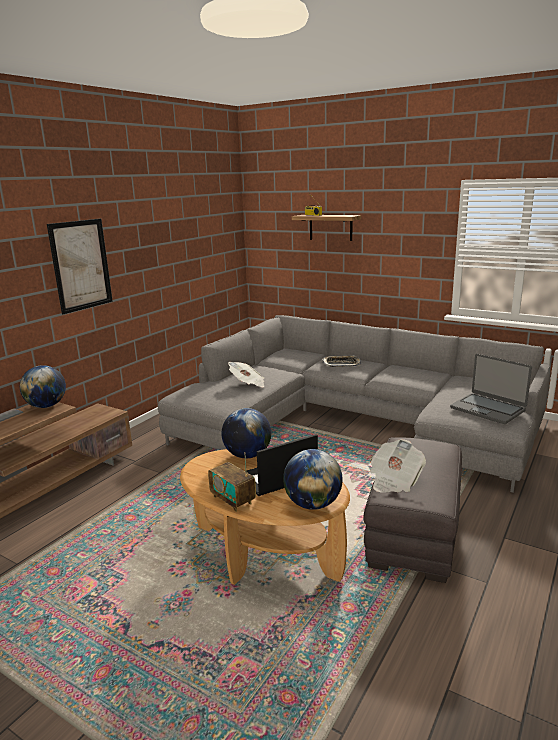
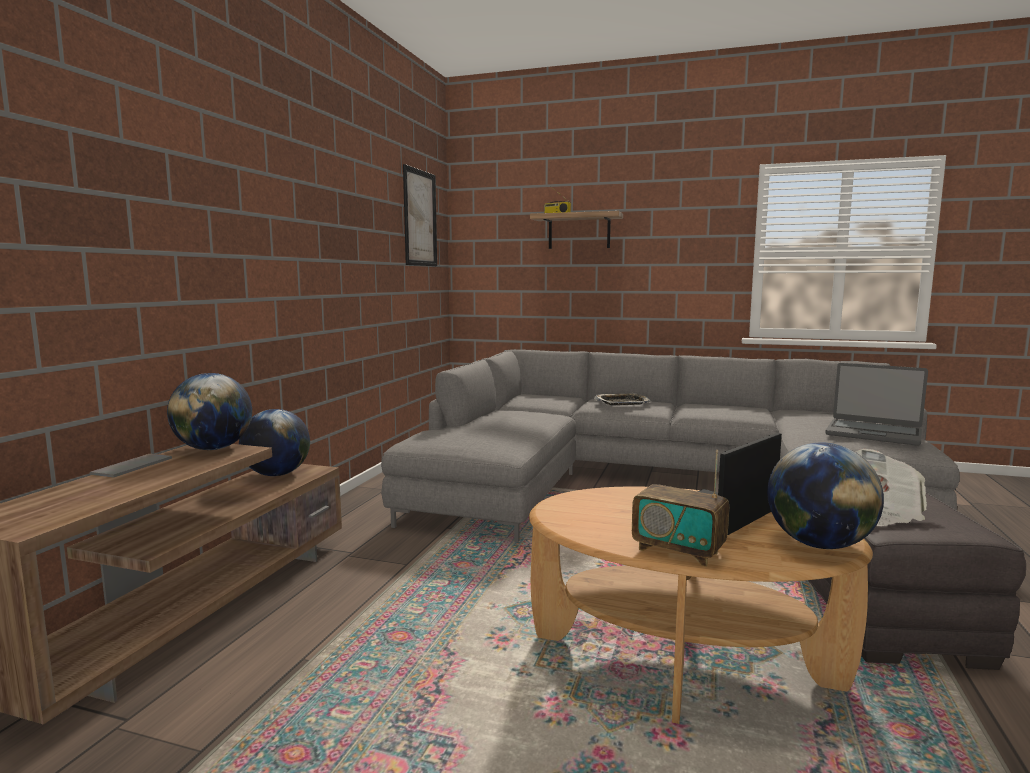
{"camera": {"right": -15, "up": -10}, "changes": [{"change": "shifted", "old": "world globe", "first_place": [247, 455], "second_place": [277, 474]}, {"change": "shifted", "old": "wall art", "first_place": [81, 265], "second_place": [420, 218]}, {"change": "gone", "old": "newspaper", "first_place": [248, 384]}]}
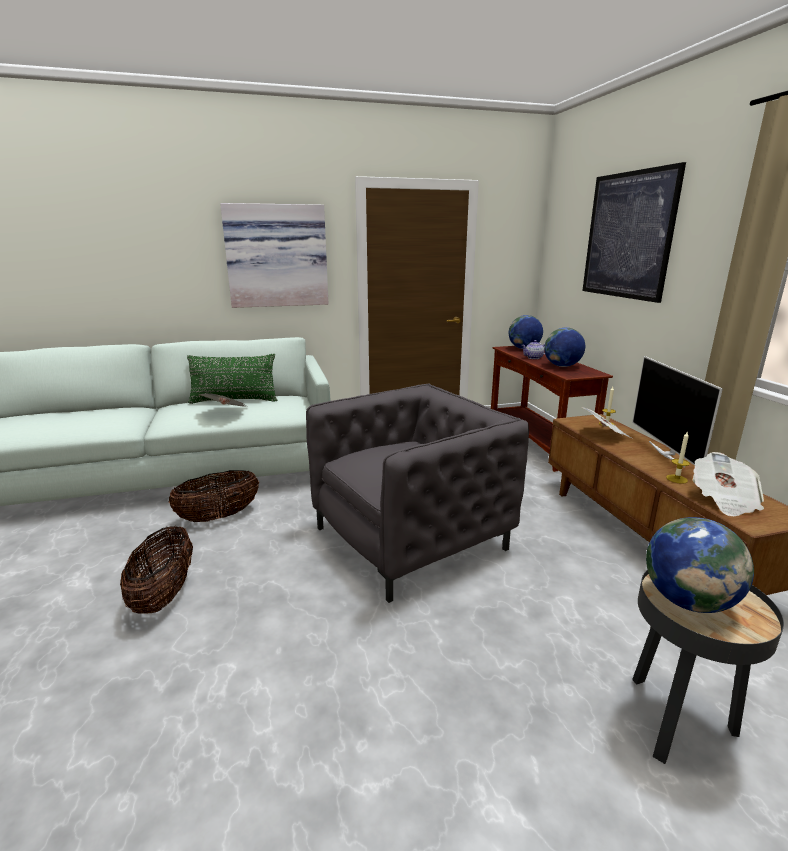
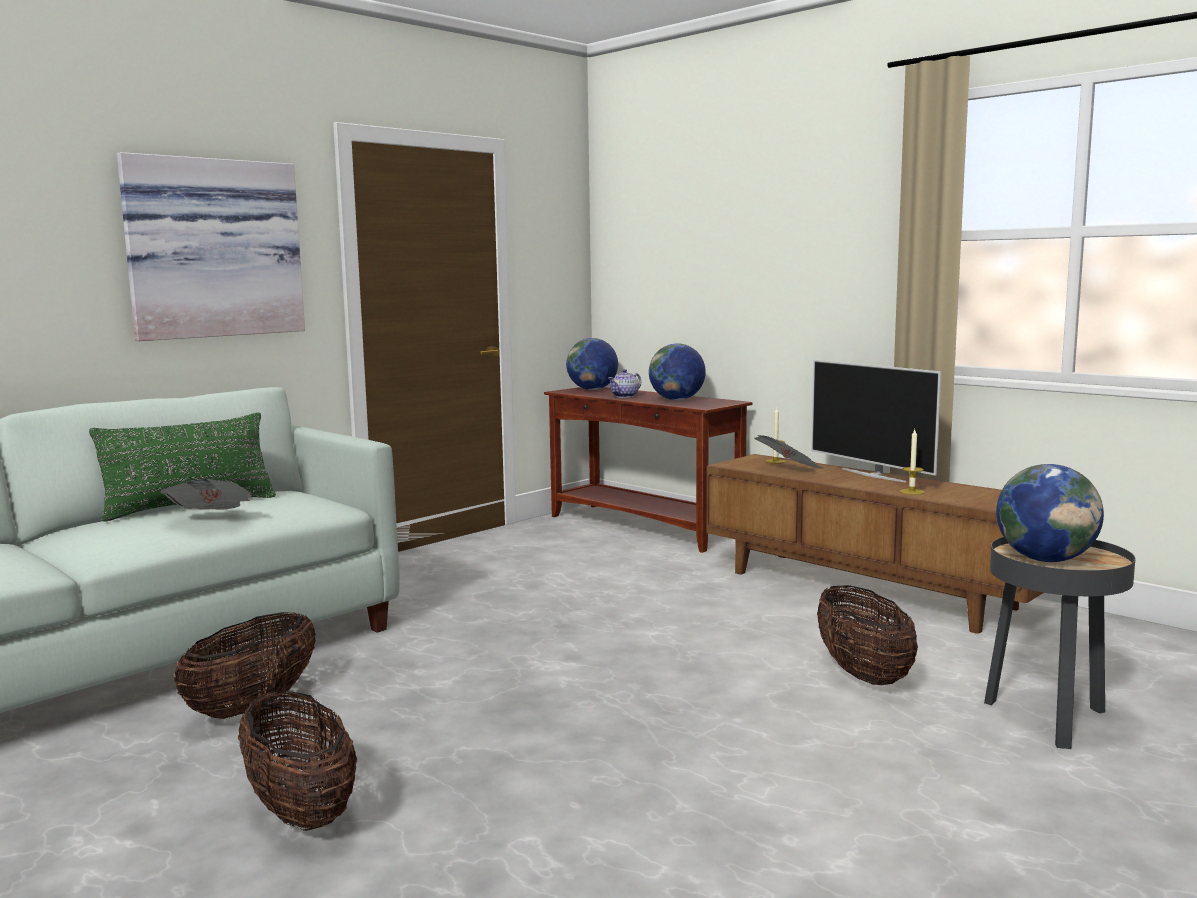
{"camera": {"right": -30, "up": -10}, "changes": [{"change": "new", "new": "basket", "second_place": [863, 674]}, {"change": "gone", "old": "armchair (grey)", "first_place": [411, 538]}, {"change": "gone", "old": "wall art", "first_place": [628, 235]}, {"change": "gone", "old": "newspaper", "first_place": [723, 500]}]}
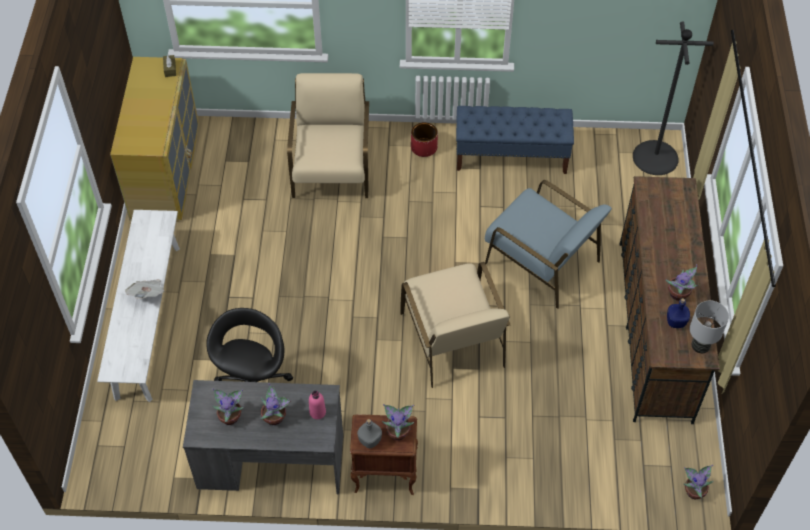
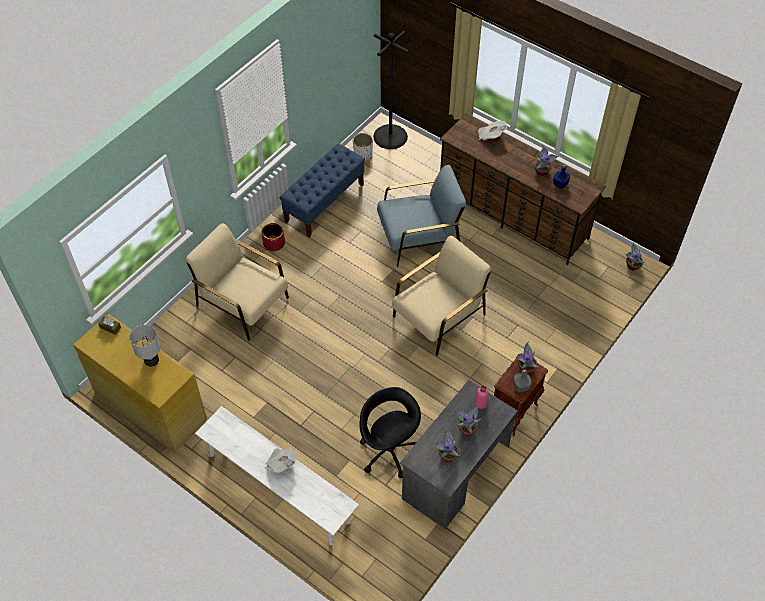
{"camera": {"right": -55, "up": 0}, "changes": [{"change": "shifted", "old": "lamp for a table (grey)", "first_place": [700, 345], "second_place": [151, 360]}, {"change": "new", "new": "flower pot (white-coloured)", "second_place": [362, 154]}, {"change": "rotated", "old": "armchair (sand-coloured)", "first_place": [451, 338], "second_place": [439, 318], "degrees": -60}, {"change": "new", "new": "newspaper", "second_place": [490, 135]}]}
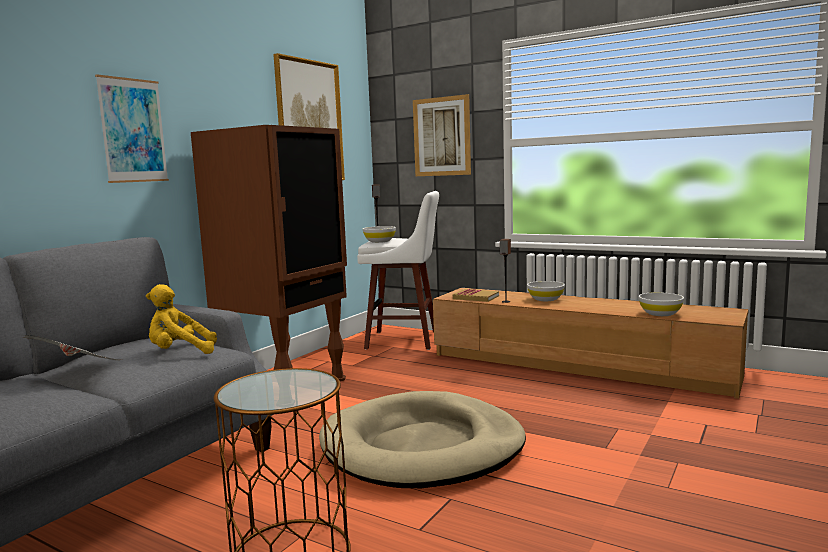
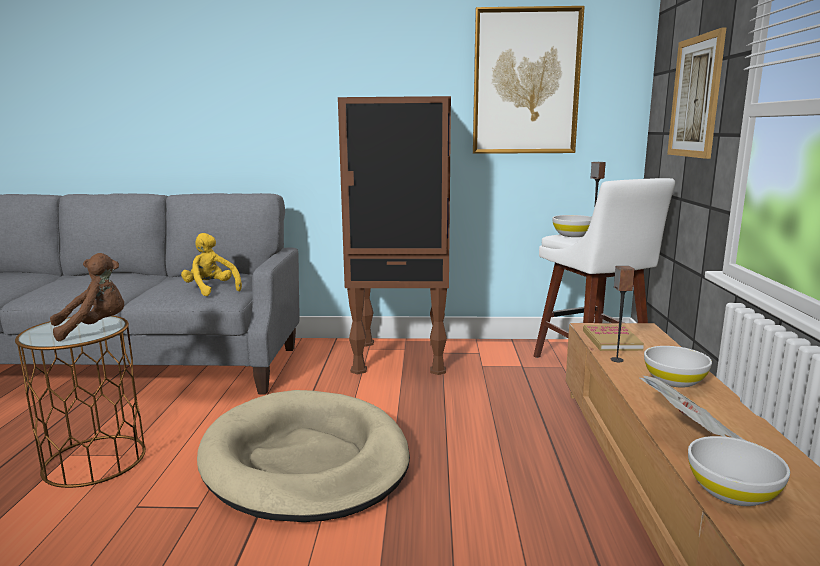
{"camera": {"right": 60, "up": 5}, "changes": [{"change": "new", "new": "cuddly toy (brown)", "second_place": [94, 328]}, {"change": "shifted", "old": "newspaper", "first_place": [76, 370], "second_place": [689, 433]}, {"change": "gone", "old": "wall art", "first_place": [133, 130]}]}
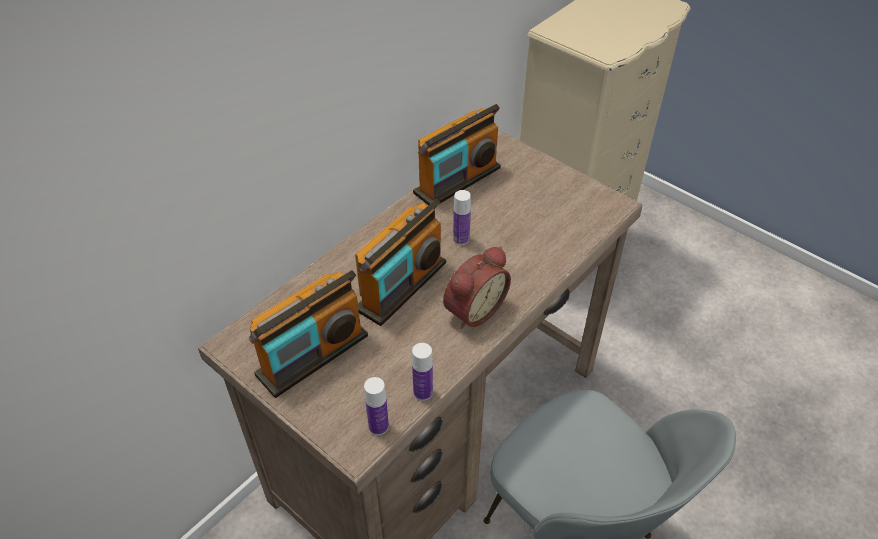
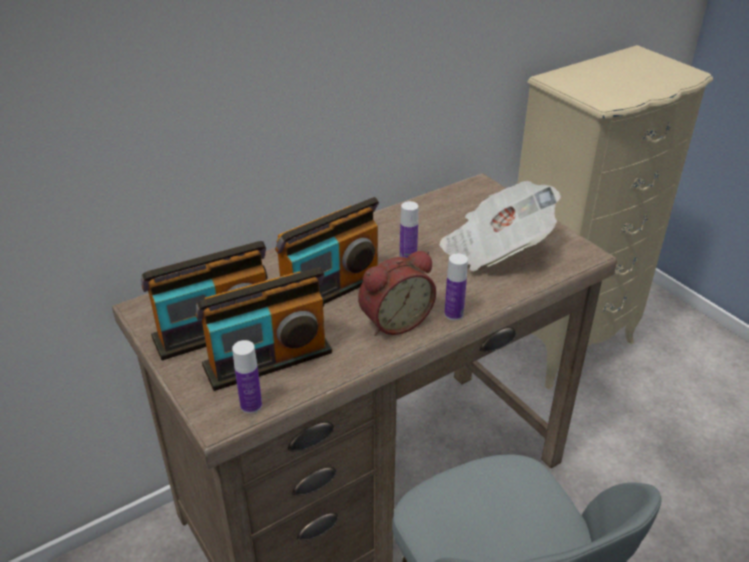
{"camera": {"right": 15, "up": -10}, "changes": [{"change": "shifted", "old": "radio", "first_place": [457, 180], "second_place": [268, 360]}, {"change": "new", "new": "newspaper", "second_place": [495, 249]}, {"change": "shifted", "old": "drink bottle", "first_place": [423, 392], "second_place": [453, 314]}]}
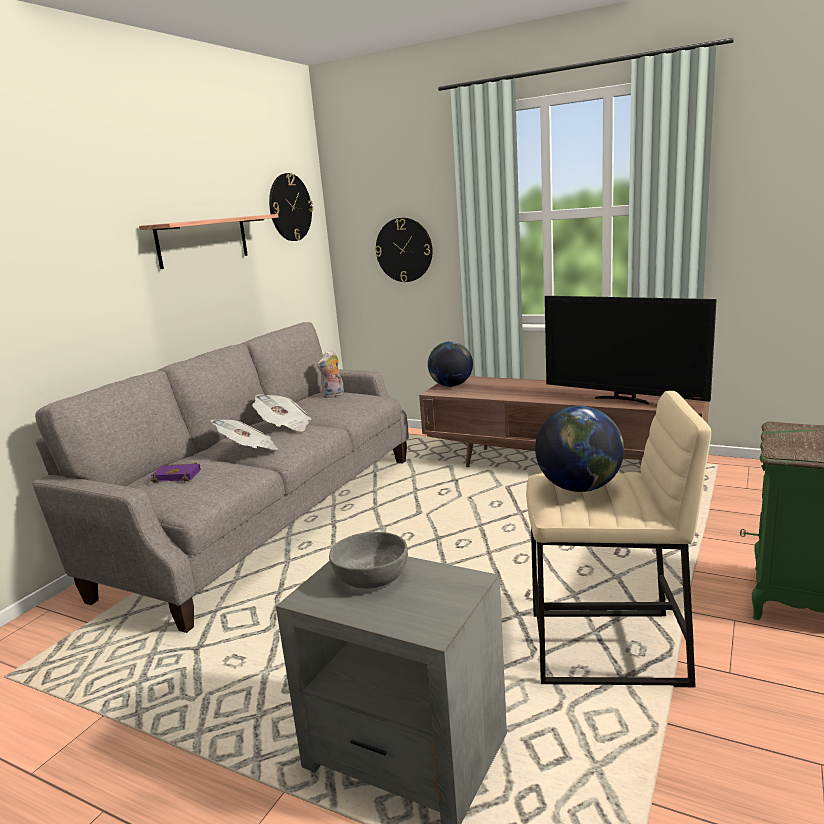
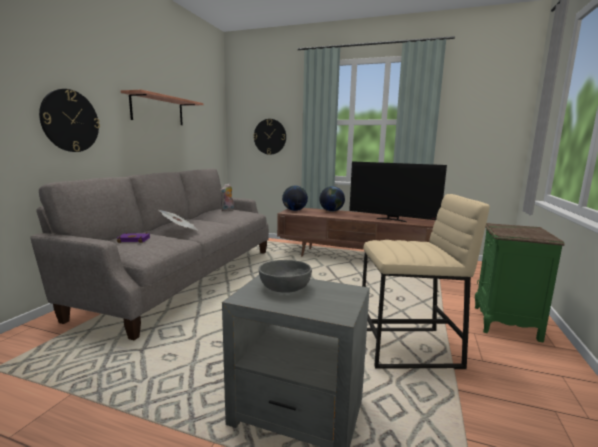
{"camera": {"right": -10, "up": -5}, "changes": [{"change": "shifted", "old": "hanging clock", "first_place": [290, 207], "second_place": [70, 121]}, {"change": "shifted", "old": "world globe", "first_place": [579, 487], "second_place": [331, 211]}, {"change": "gone", "old": "newspaper", "first_place": [284, 426]}]}
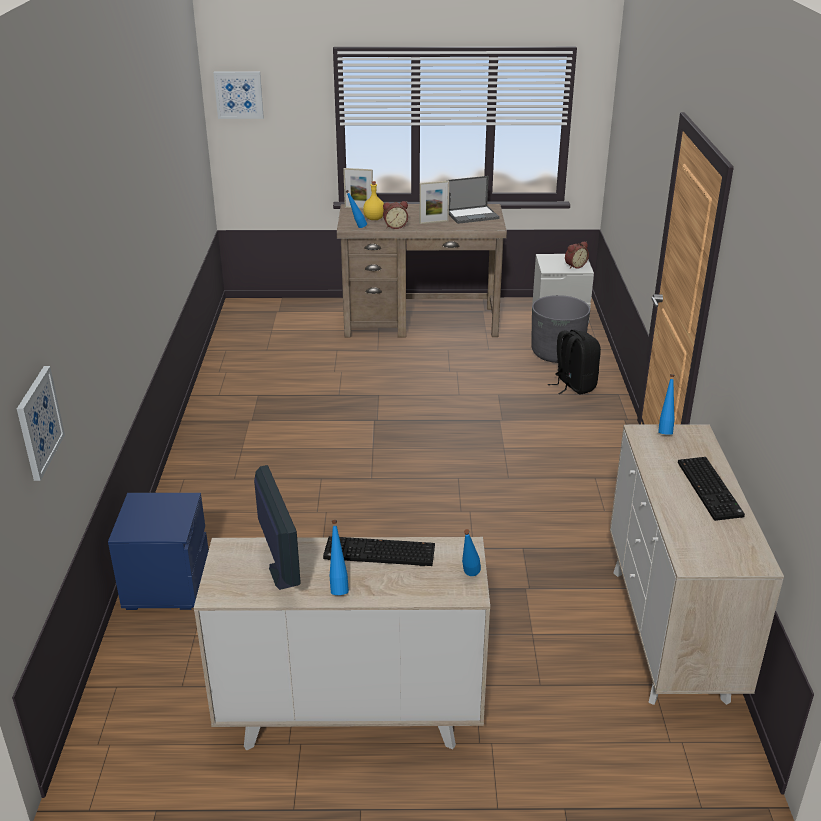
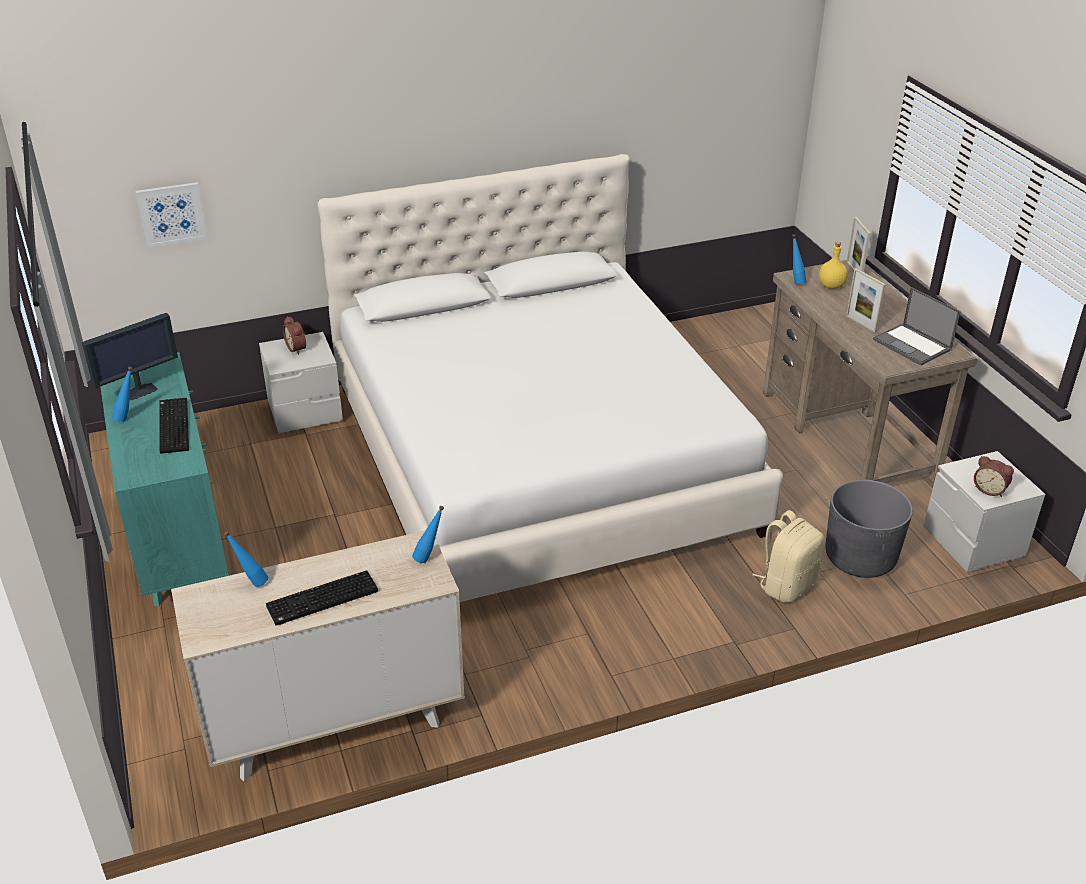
{"camera": {"right": 70, "up": 5}, "changes": [{"change": "repainted", "old": "drawer chest (white-coloured)", "new": "drawer chest (turquoise-coloured)", "first_place": [351, 717], "second_place": [179, 544]}, {"change": "shifted", "old": "drink bottle (bluish)", "first_place": [469, 577], "second_place": [251, 583]}, {"change": "repainted", "old": "night table (bluish)", "new": "night table (white-coloured)", "first_place": [165, 584], "second_place": [305, 412]}, {"change": "shifted", "old": "table clock", "first_place": [395, 226], "second_place": [297, 348]}, {"change": "new", "new": "bedroom bed (white-coloured)", "second_place": [538, 457]}, {"change": "repainted", "old": "rucksack (black-coloured)", "new": "rucksack (sand-coloured)", "first_place": [573, 385], "second_place": [786, 585]}, {"change": "gone", "old": "wall art", "first_place": [239, 94]}]}
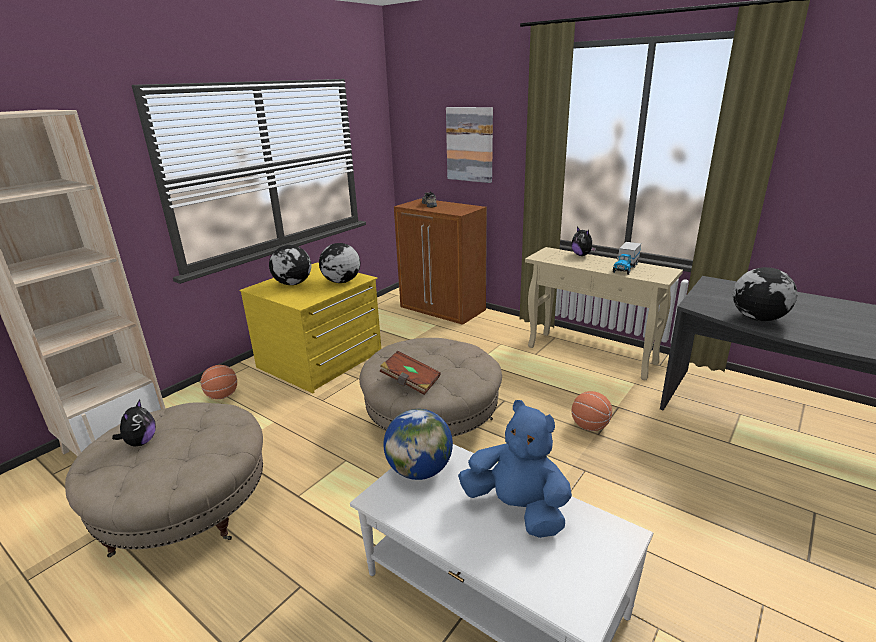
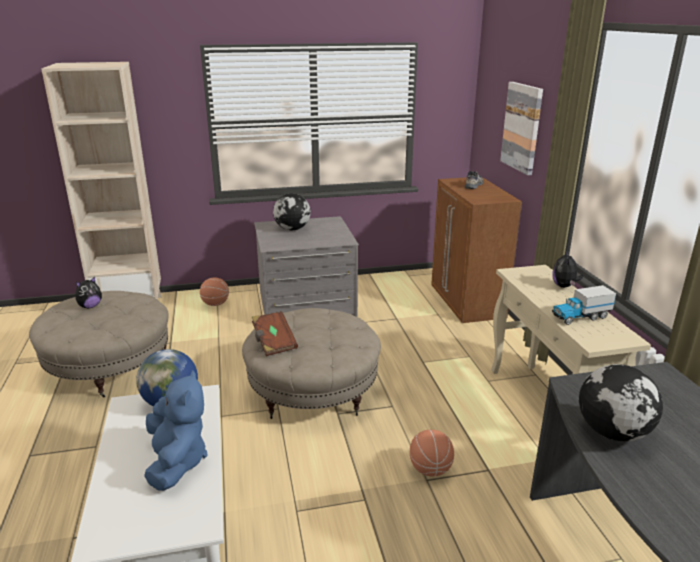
{"camera": {"right": 40, "up": 0}, "changes": [{"change": "repainted", "old": "drawer chest (yellow)", "new": "drawer chest (grey)", "first_place": [321, 360], "second_place": [306, 306]}, {"change": "gone", "old": "world globe", "first_place": [341, 282]}]}
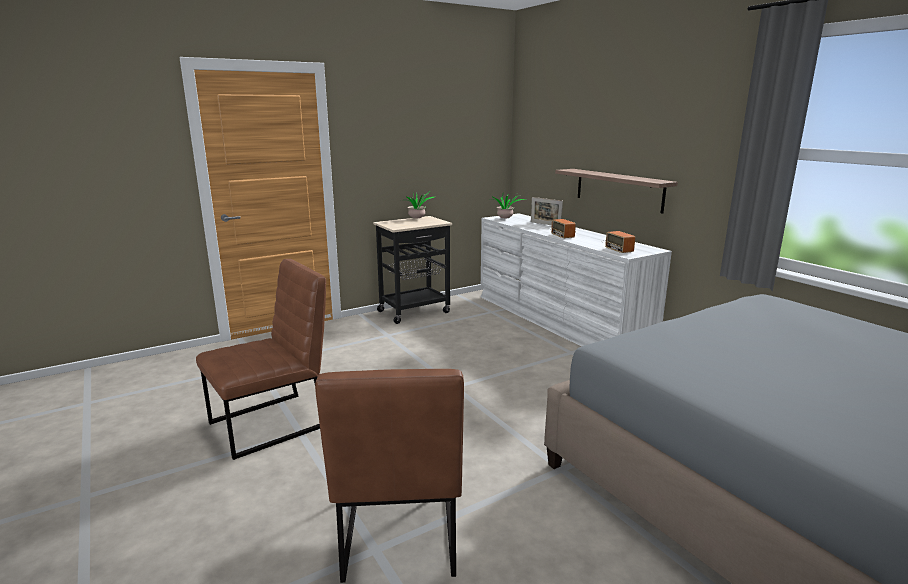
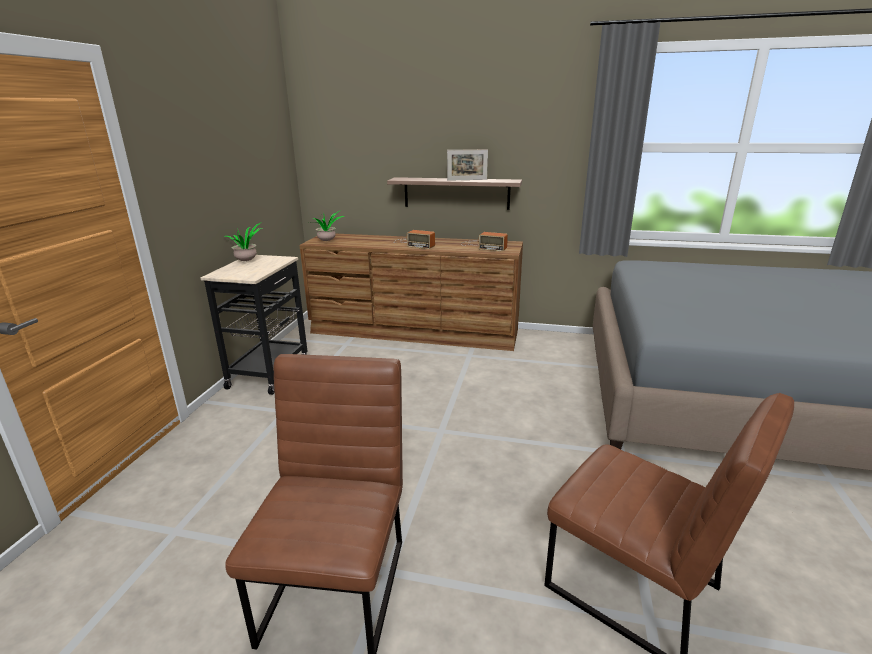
{"camera": {"right": -45, "up": 5}, "changes": [{"change": "repainted", "old": "drawer chest (white-coloured)", "new": "drawer chest (brown)", "first_place": [558, 320], "second_place": [414, 331]}, {"change": "shifted", "old": "picture frame", "first_place": [545, 224], "second_place": [467, 180]}]}
